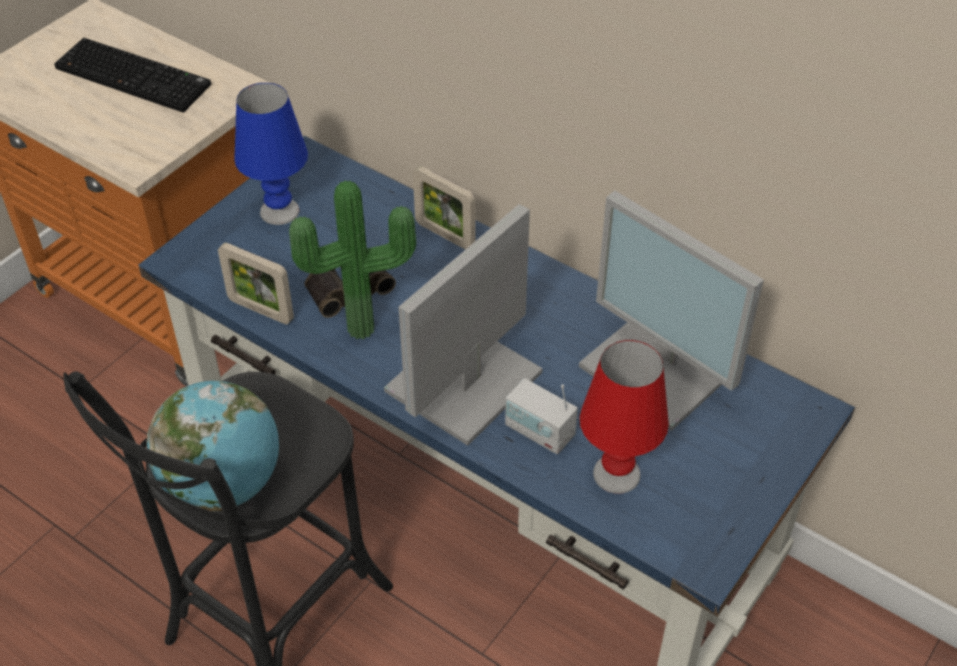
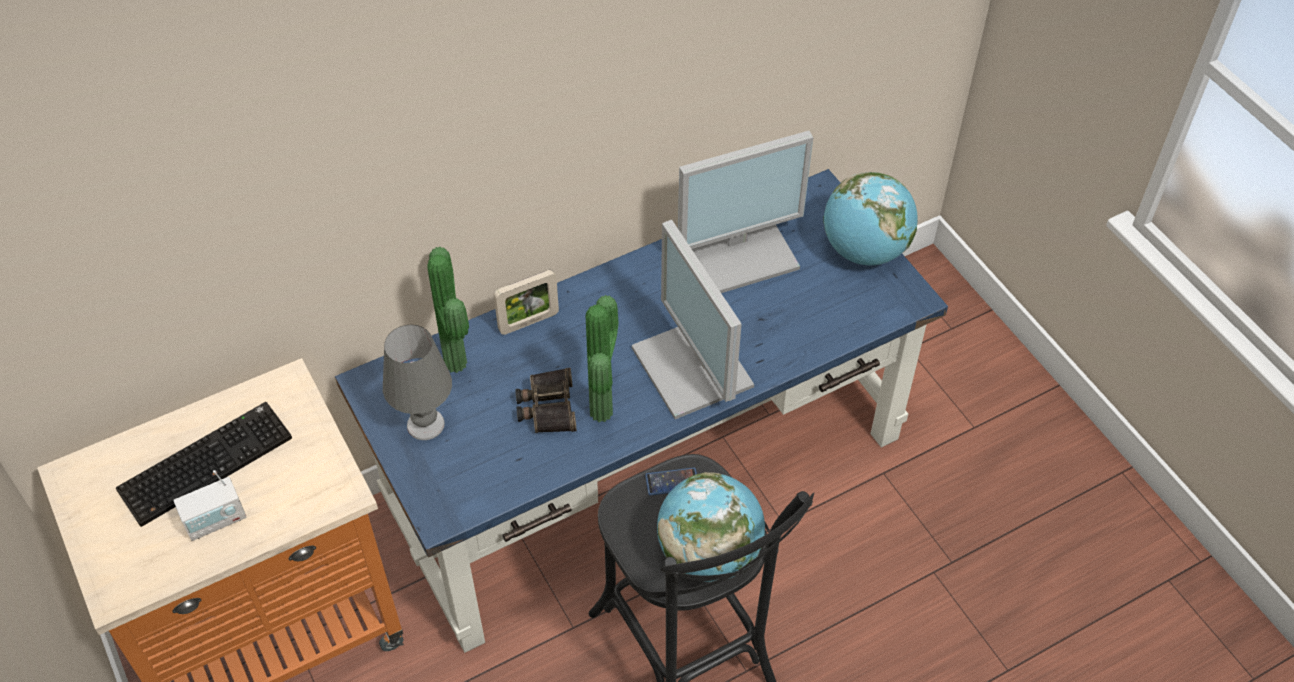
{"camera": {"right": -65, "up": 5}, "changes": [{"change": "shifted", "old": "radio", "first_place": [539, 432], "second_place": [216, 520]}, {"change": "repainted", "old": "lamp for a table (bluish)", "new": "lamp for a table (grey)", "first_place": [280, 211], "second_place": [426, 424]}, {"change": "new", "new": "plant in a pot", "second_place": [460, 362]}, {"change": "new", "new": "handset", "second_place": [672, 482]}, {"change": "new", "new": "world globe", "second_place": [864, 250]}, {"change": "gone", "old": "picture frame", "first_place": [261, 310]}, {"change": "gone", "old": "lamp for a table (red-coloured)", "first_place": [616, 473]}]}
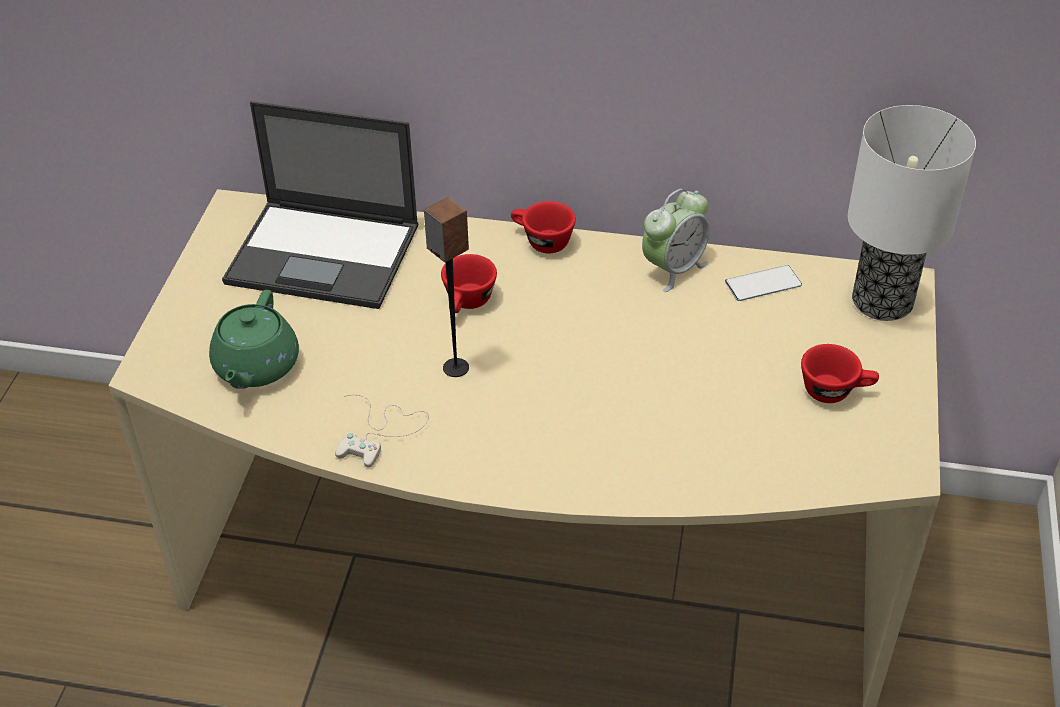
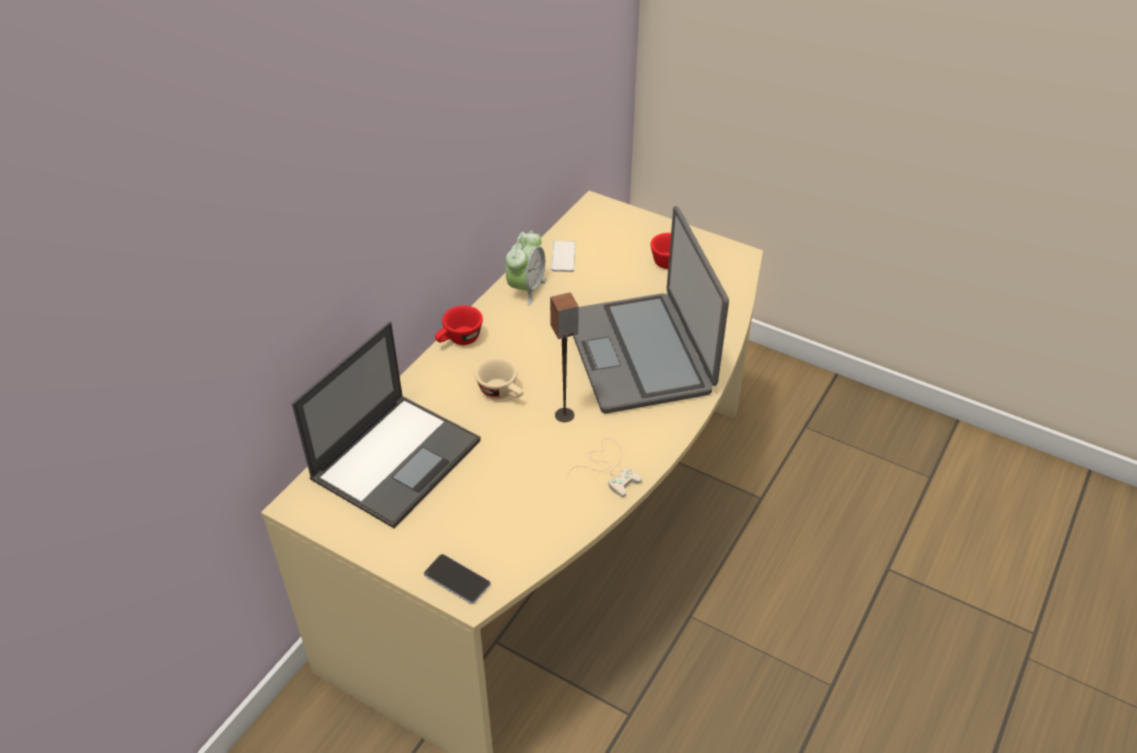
{"camera": {"right": -70, "up": 0}, "changes": [{"change": "new", "new": "handset", "second_place": [457, 579]}, {"change": "repainted", "old": "cup (red-coloured)", "new": "cup (sand-coloured)", "first_place": [468, 303], "second_place": [502, 393]}, {"change": "rotated", "old": "table clock", "first_place": [673, 269], "second_place": [526, 288], "degrees": 45}, {"change": "new", "new": "notebook computer", "second_place": [640, 353]}, {"change": "gone", "old": "tea pot (greenish)", "first_place": [256, 367]}, {"change": "gone", "old": "lamp for a table", "first_place": [880, 301]}]}
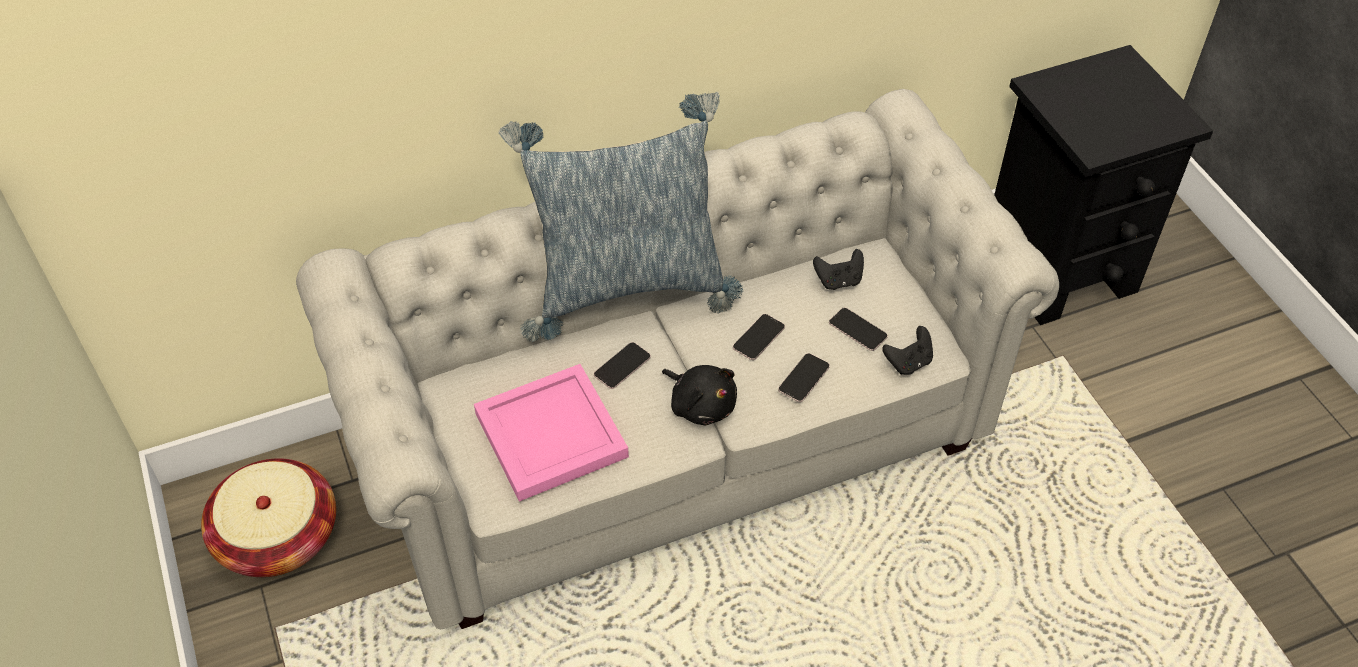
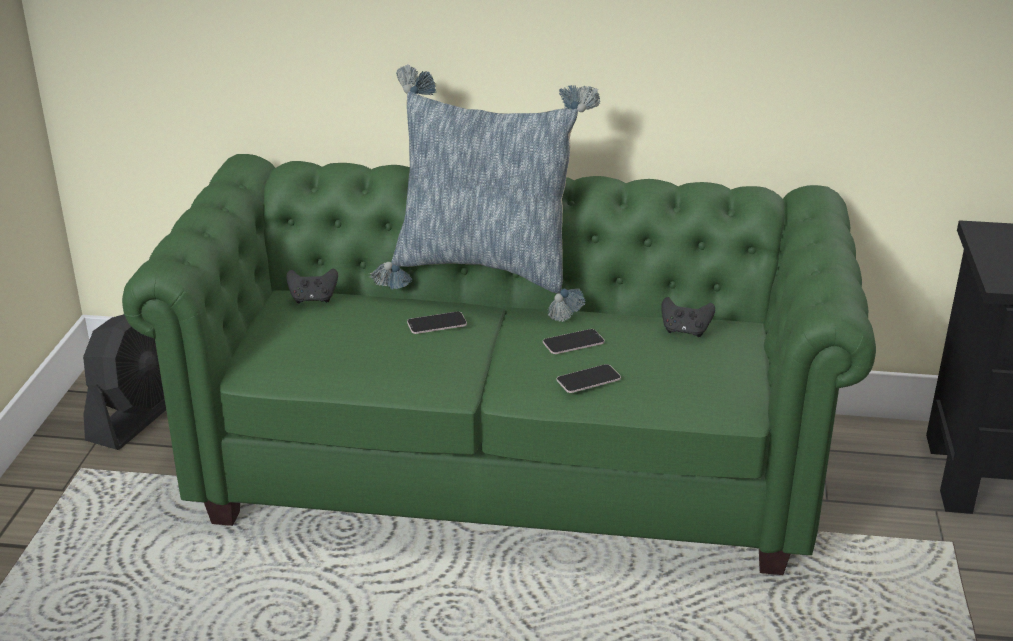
{"camera": {"right": 30, "up": -20}, "changes": [{"change": "swapped", "old": "basket", "new": "fan (black-coloured)", "first_place": [278, 537], "second_place": [138, 416]}, {"change": "repainted", "old": "couch (white-coloured)", "new": "couch (greenish)", "first_place": [679, 443], "second_place": [506, 472]}, {"change": "shifted", "old": "game controller (black-coloured)", "first_place": [908, 362], "second_place": [313, 299]}, {"change": "gone", "old": "carrying tray (pink-coloured)", "first_place": [553, 436]}, {"change": "gone", "old": "cuddly toy (black-coloured)", "first_place": [701, 404]}, {"change": "gone", "old": "handset", "first_place": [857, 330]}]}
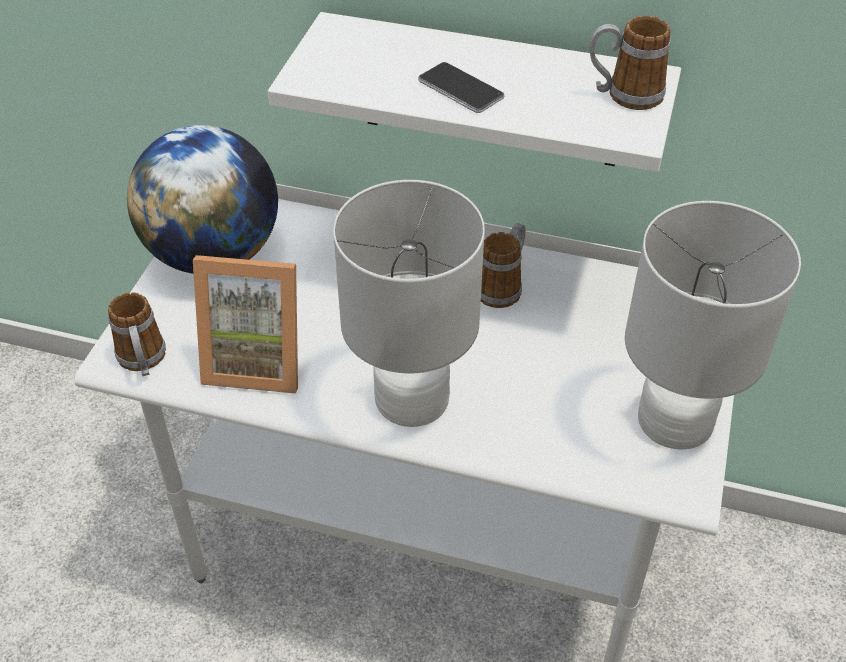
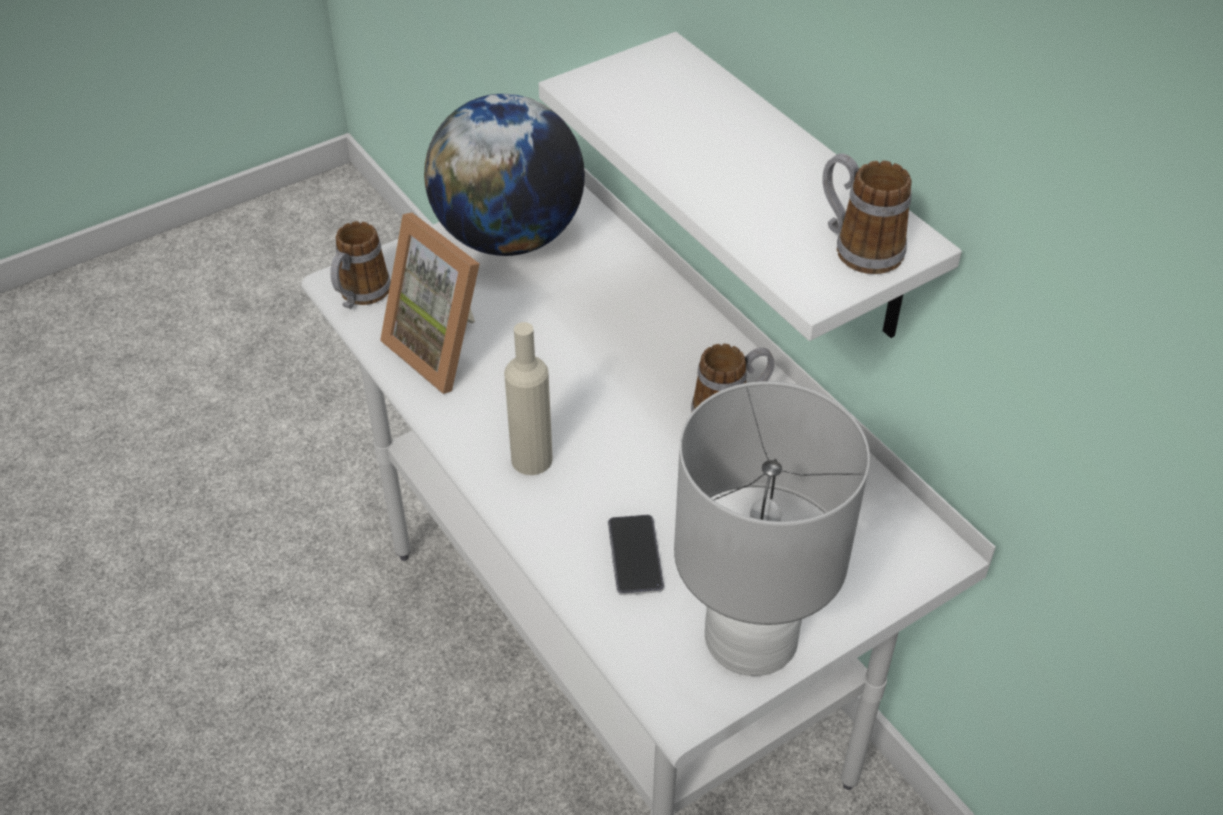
{"camera": {"right": 40, "up": 0}, "changes": [{"change": "swapped", "old": "lamp for a table (grey)", "new": "drink bottle (sand-coloured)", "first_place": [411, 399], "second_place": [531, 459]}, {"change": "shifted", "old": "handset", "first_place": [460, 89], "second_place": [635, 556]}]}
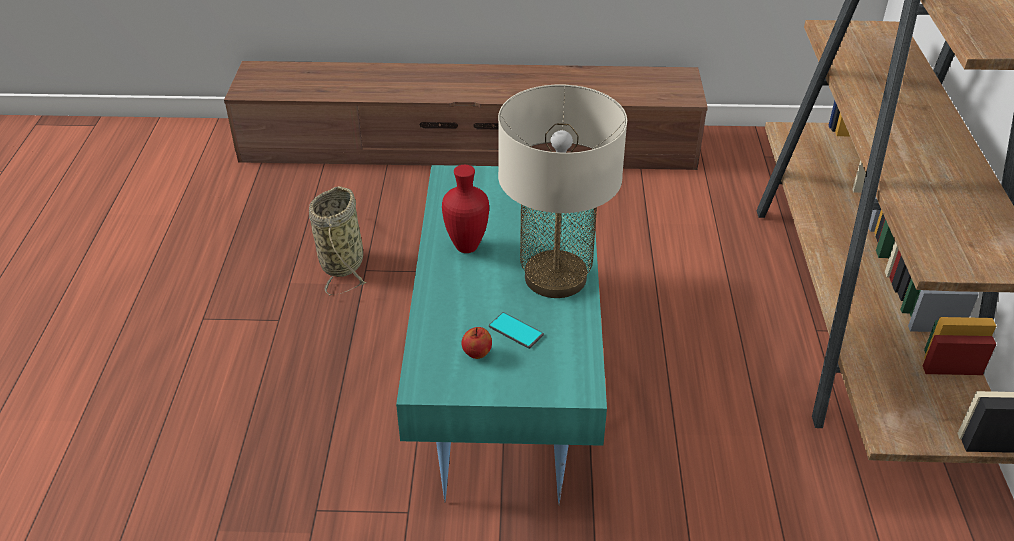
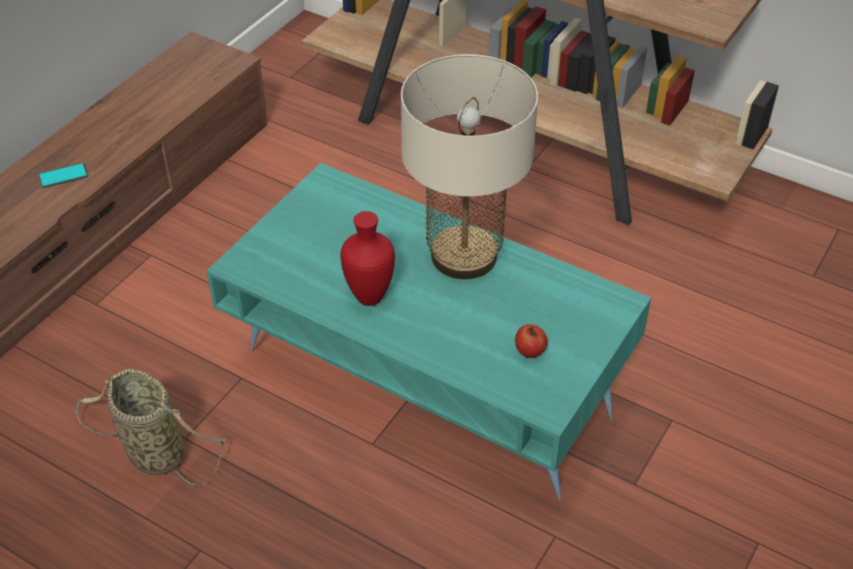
{"camera": {"right": -60, "up": 5}, "changes": [{"change": "shifted", "old": "handset", "first_place": [516, 331], "second_place": [63, 176]}]}
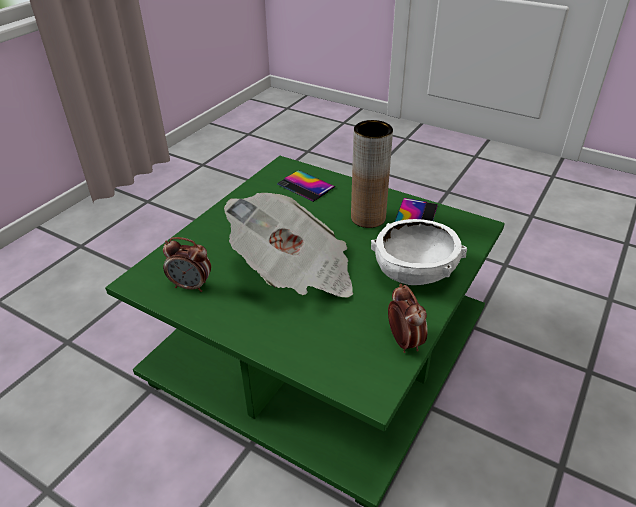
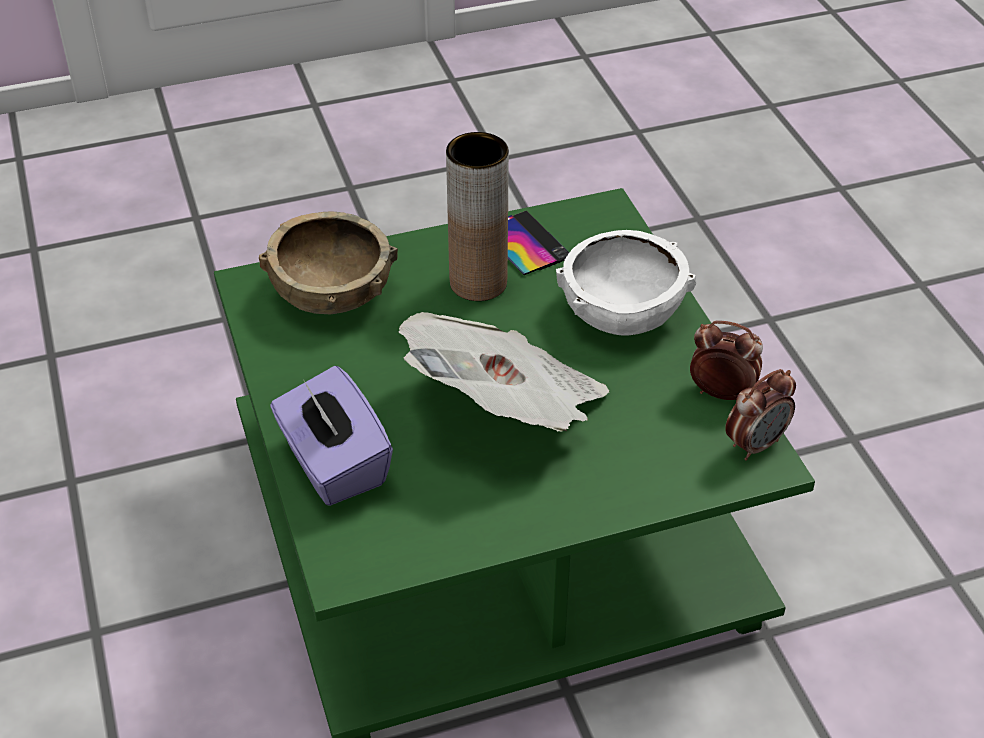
{"camera": {"right": -50, "up": 5}, "changes": [{"change": "swapped", "old": "handset", "new": "deep dish (brown)", "first_place": [305, 186], "second_place": [331, 292]}, {"change": "new", "new": "tissue holder (purplish)", "second_place": [333, 464]}, {"change": "shifted", "old": "table clock", "first_place": [191, 286], "second_place": [755, 444]}]}
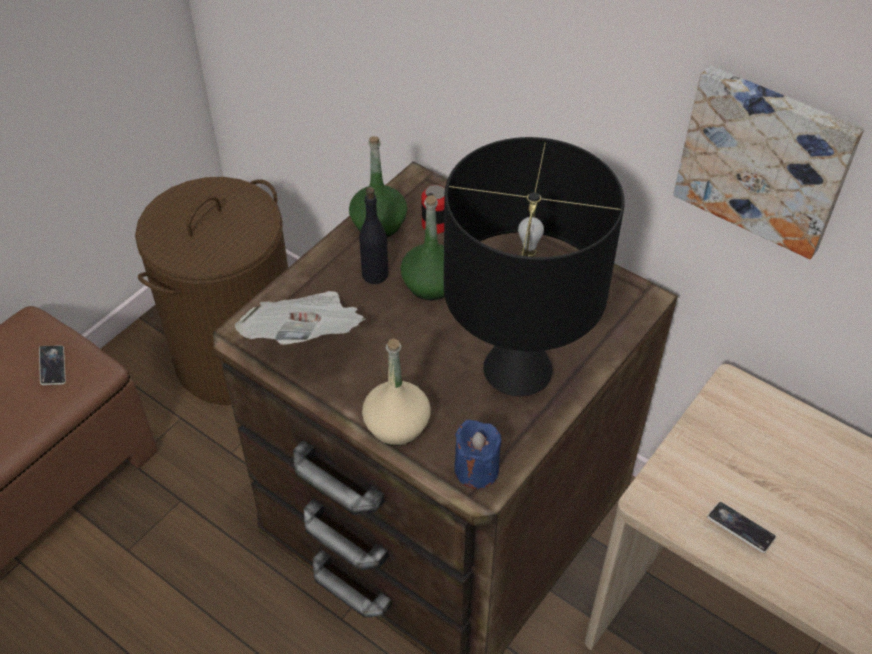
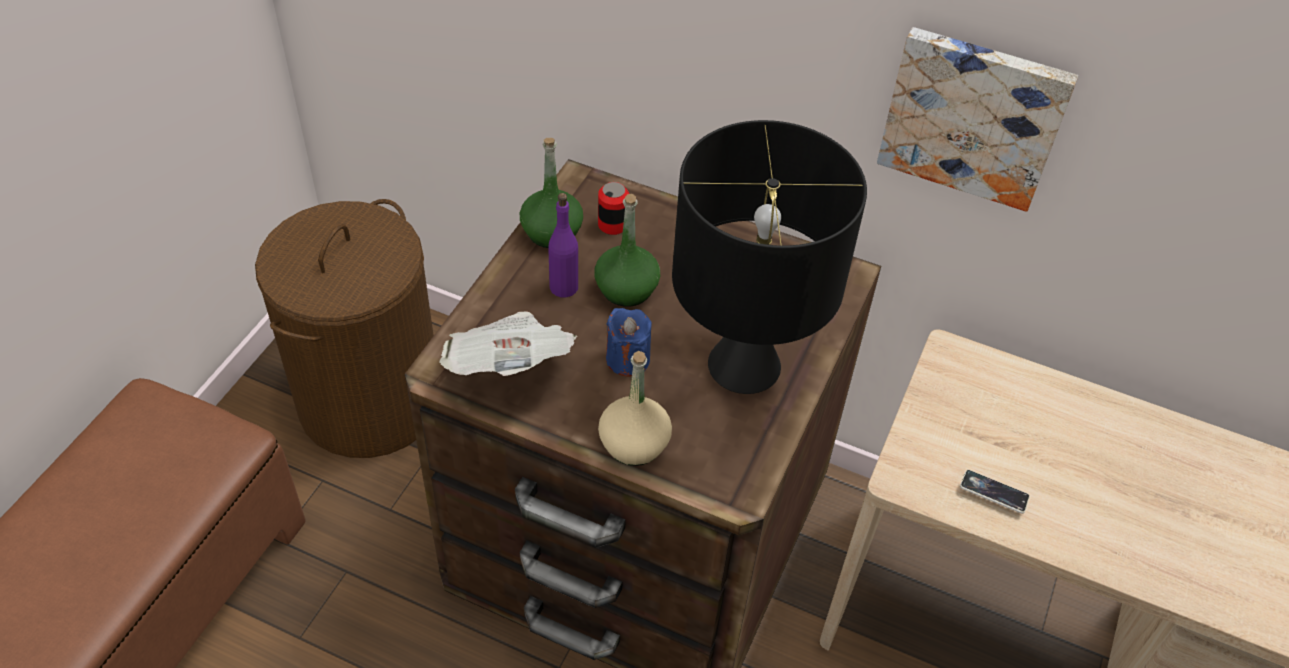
{"camera": {"right": -15, "up": 0}, "changes": [{"change": "repainted", "old": "drink bottle (black-coloured)", "new": "drink bottle (purplish)", "first_place": [375, 274], "second_place": [564, 287]}, {"change": "shifted", "old": "candle (bluish)", "first_place": [476, 469], "second_place": [627, 359]}, {"change": "gone", "old": "handset", "first_place": [53, 367]}]}
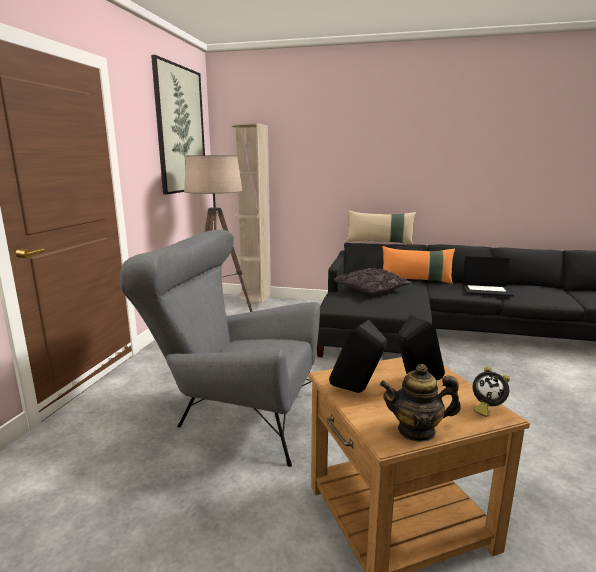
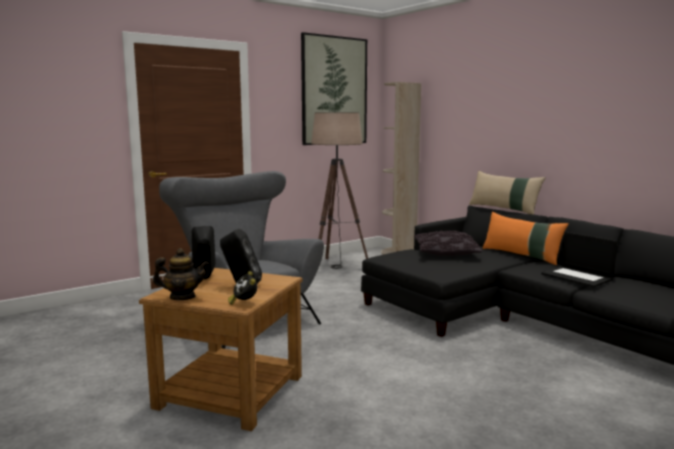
{"camera": {"right": 40, "up": -5}, "changes": [{"change": "rotated", "old": "tea pot", "first_place": [417, 431], "second_place": [182, 297], "degrees": 135}]}
